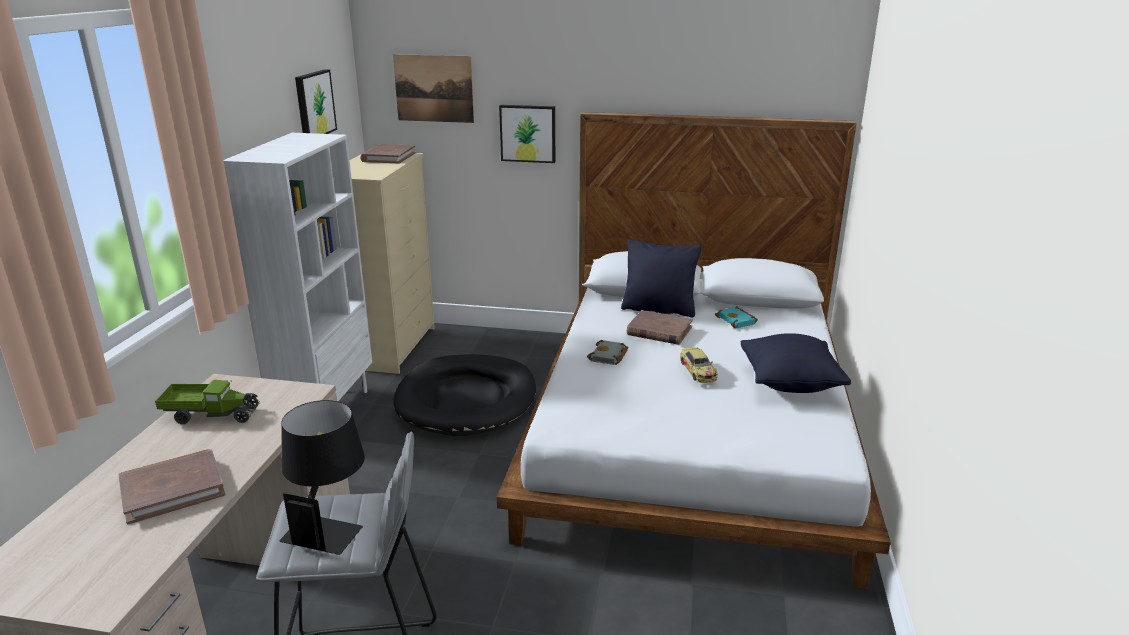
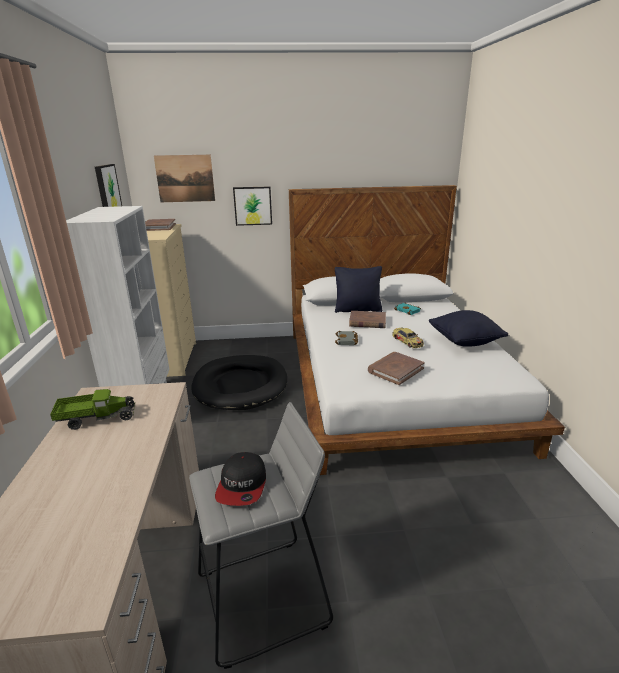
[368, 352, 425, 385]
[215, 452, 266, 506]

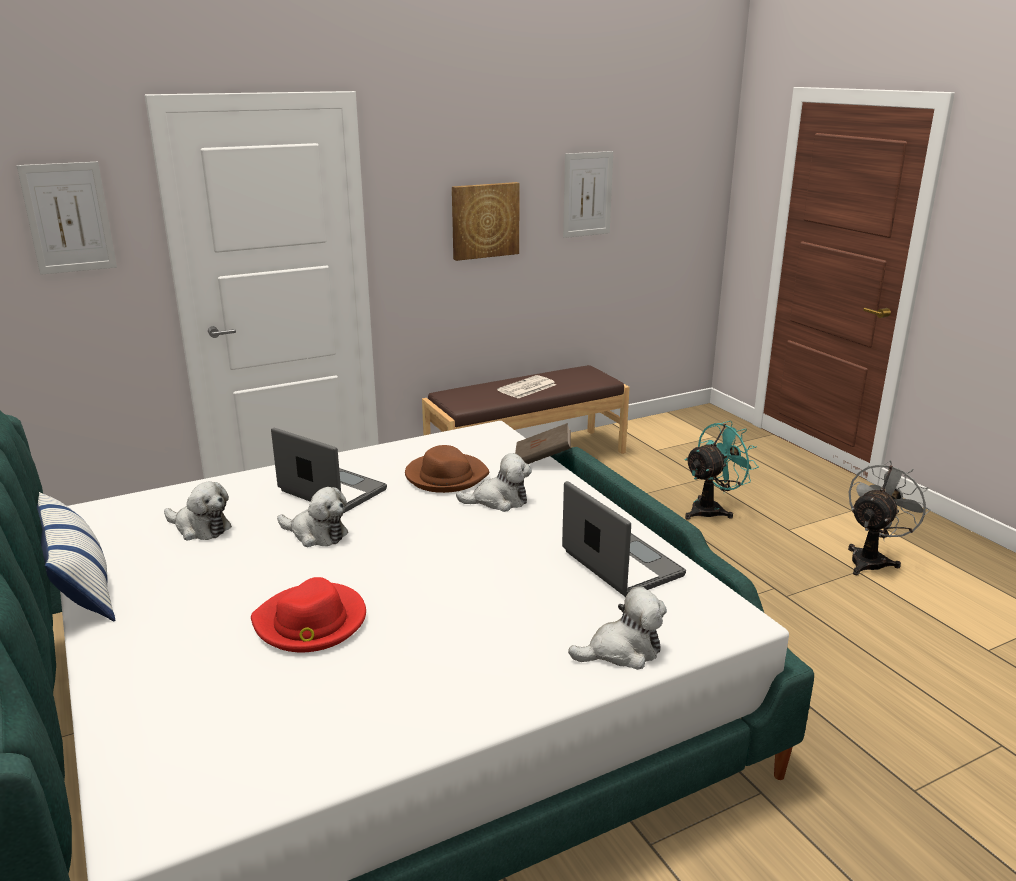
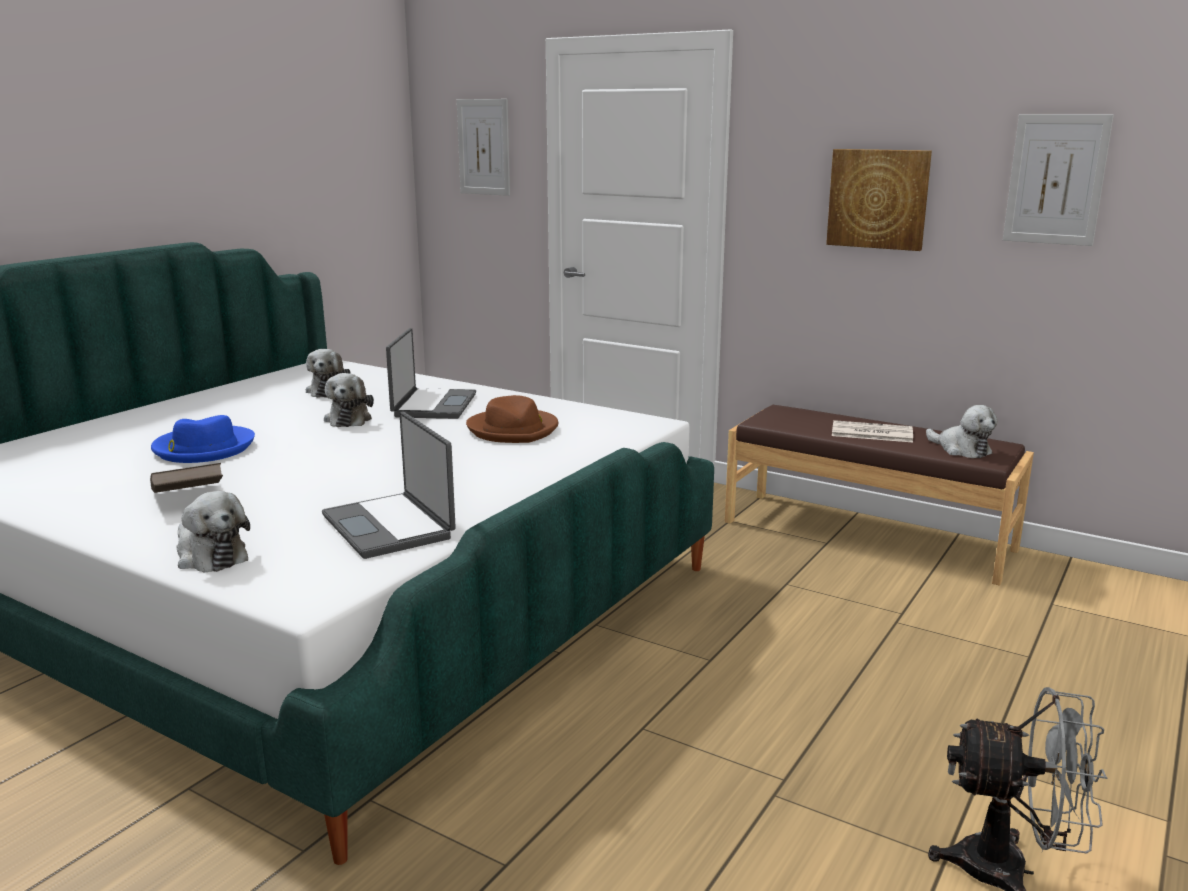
[37, 492, 115, 621] (first image)
[151, 415, 255, 463]
[926, 405, 998, 458]
[150, 463, 223, 493]
[322, 412, 456, 559]
[685, 421, 759, 520] (first image)

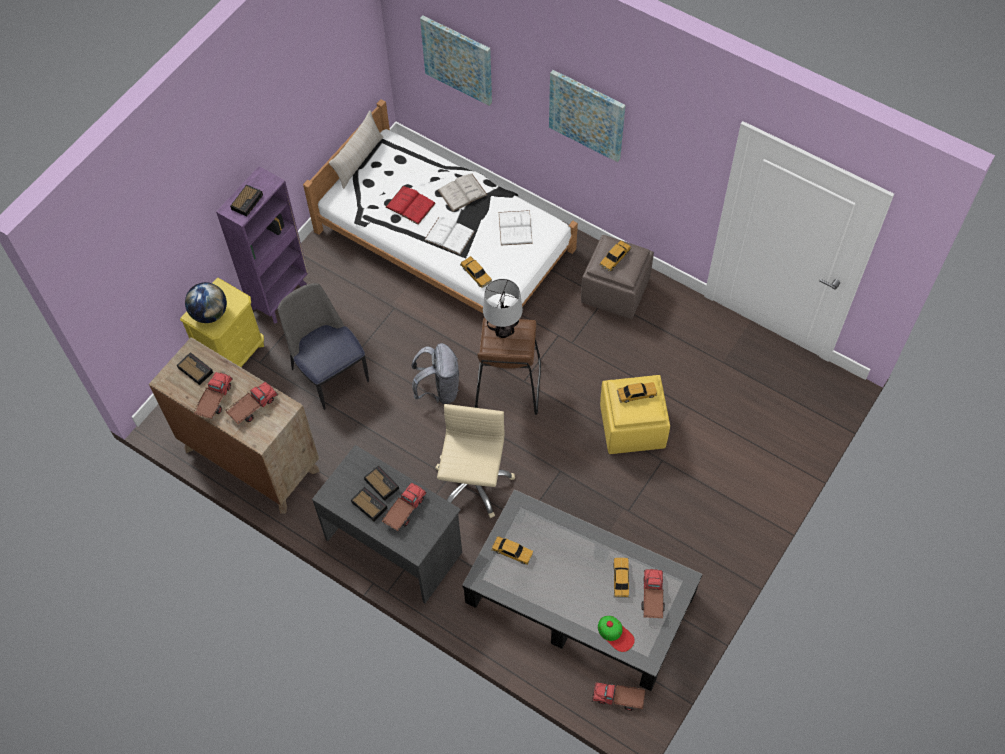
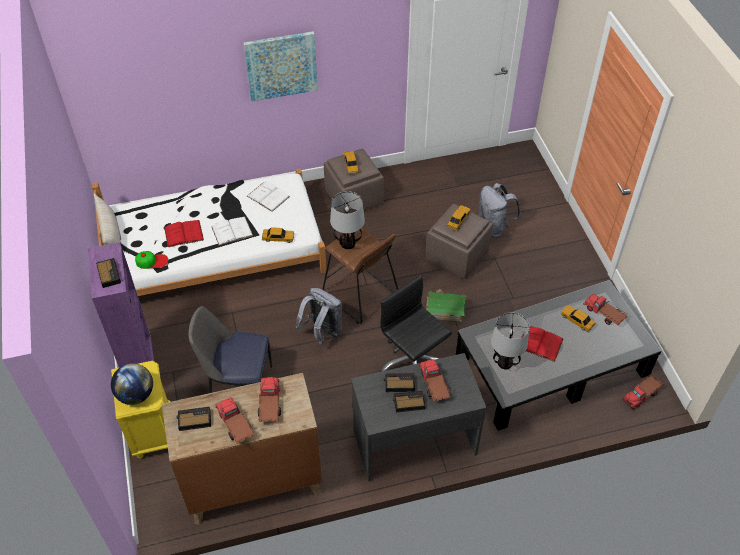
[420, 16, 492, 106] (first image)
[379, 275, 452, 372]
[438, 174, 487, 211] (first image)
[491, 312, 530, 369]
[135, 251, 168, 269]
[426, 204, 493, 279]
[426, 289, 467, 322]
[478, 183, 521, 237]
[521, 326, 563, 362]

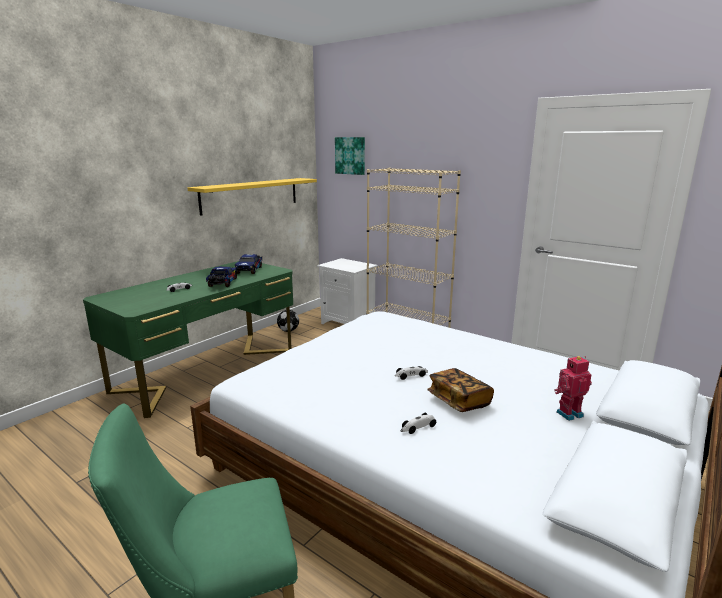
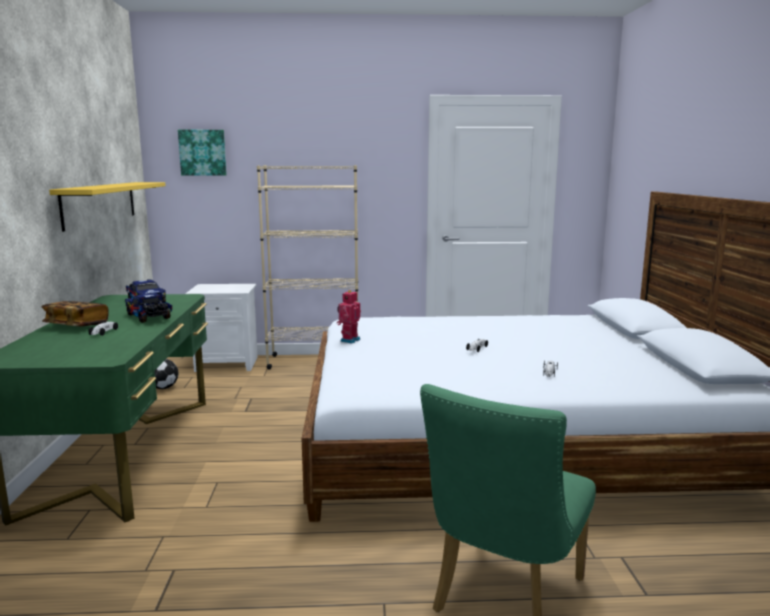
[42, 301, 109, 327]
[337, 290, 361, 343]

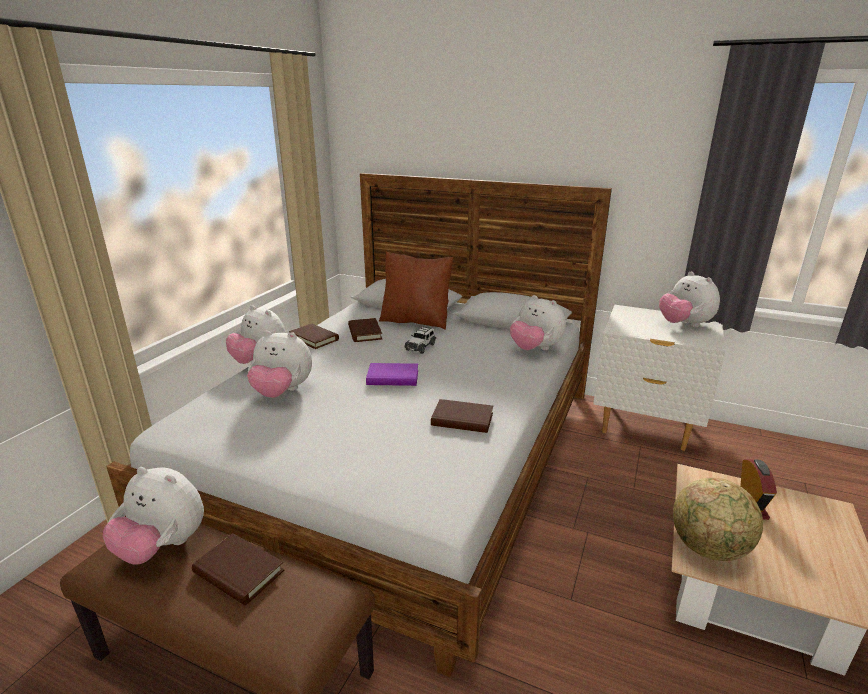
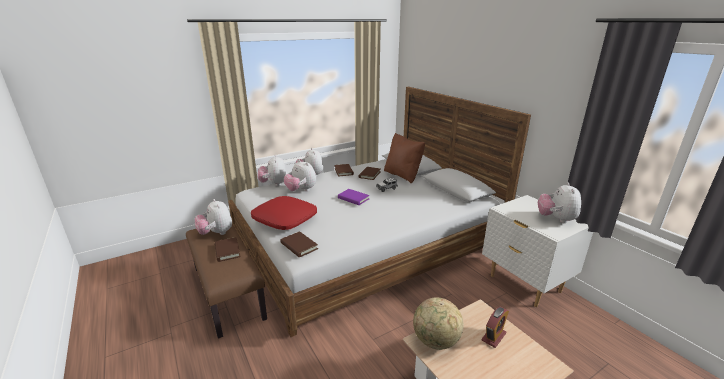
[280, 231, 318, 258]
[257, 155, 287, 186]
[251, 196, 317, 230]

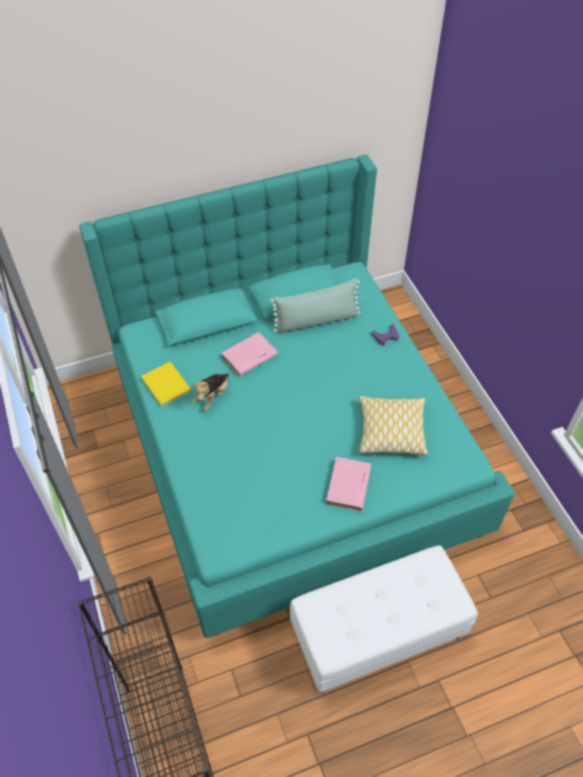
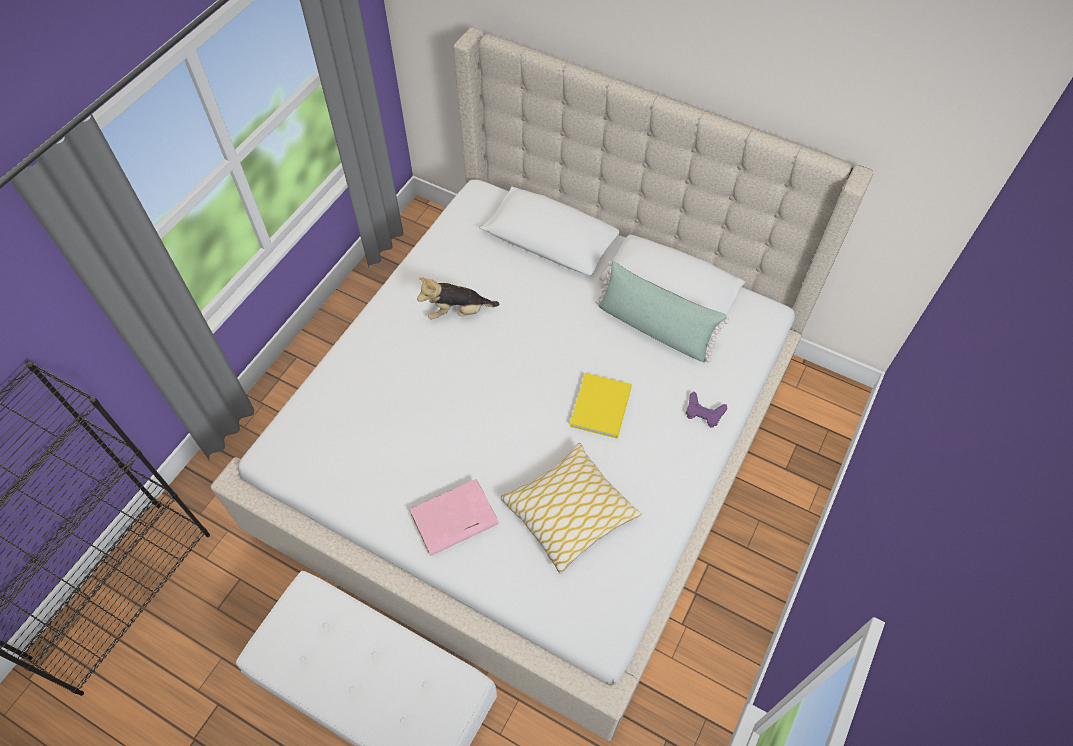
[211, 28, 873, 741]
[570, 373, 632, 438]
[222, 332, 278, 376] (first image)

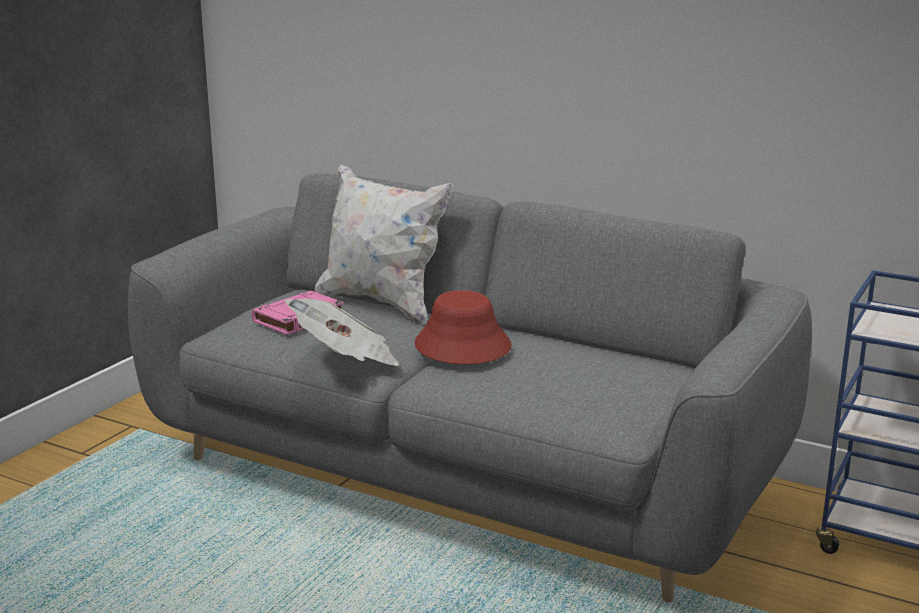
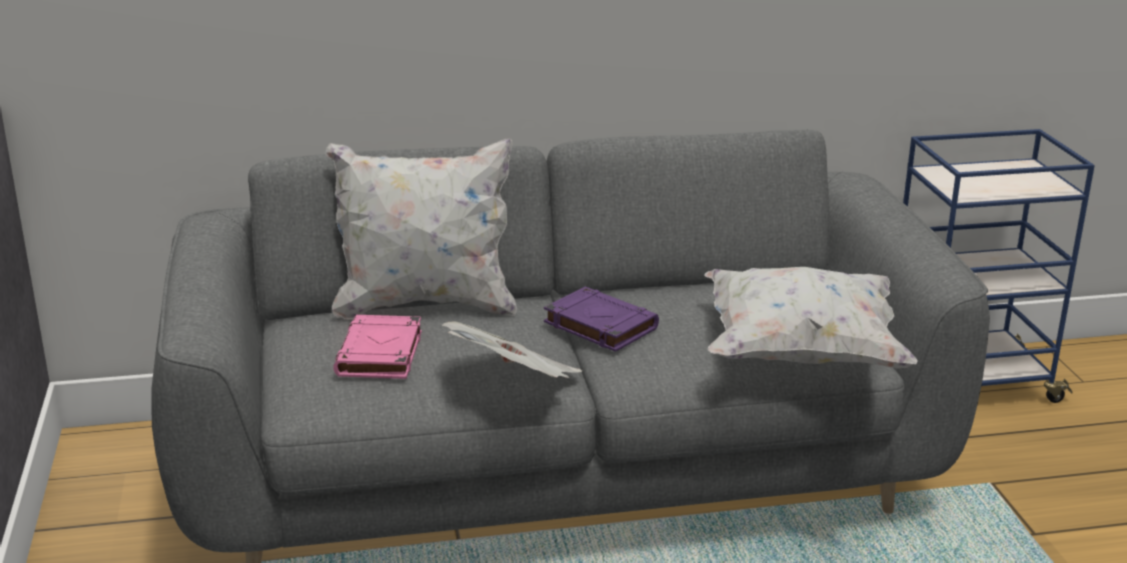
[544, 287, 659, 352]
[704, 267, 917, 369]

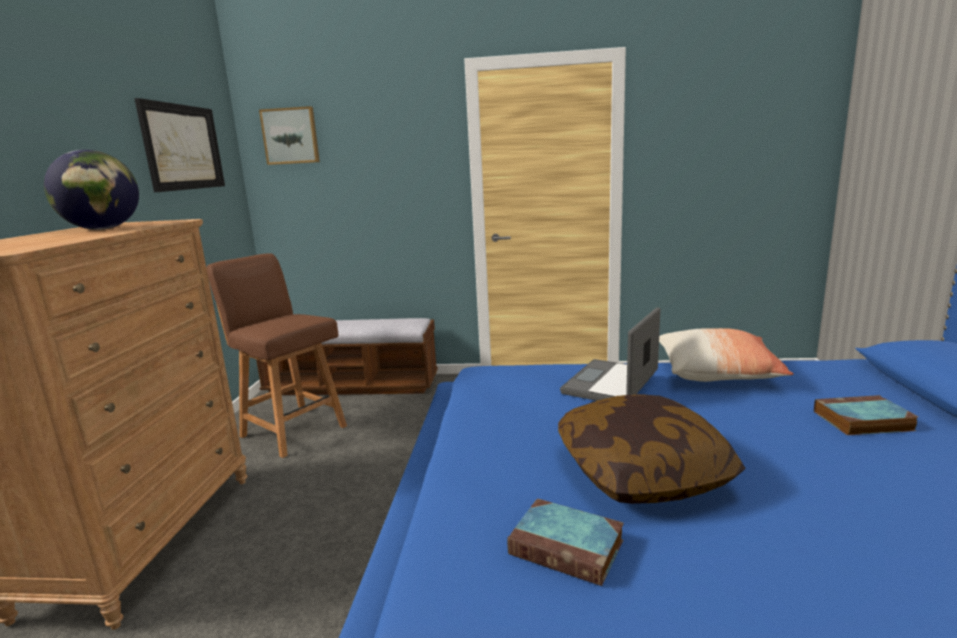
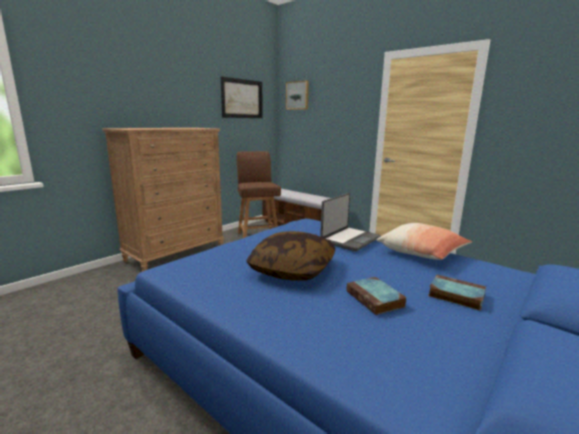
[44, 150, 139, 230] (first image)
[346, 277, 407, 315]
[320, 193, 380, 252]

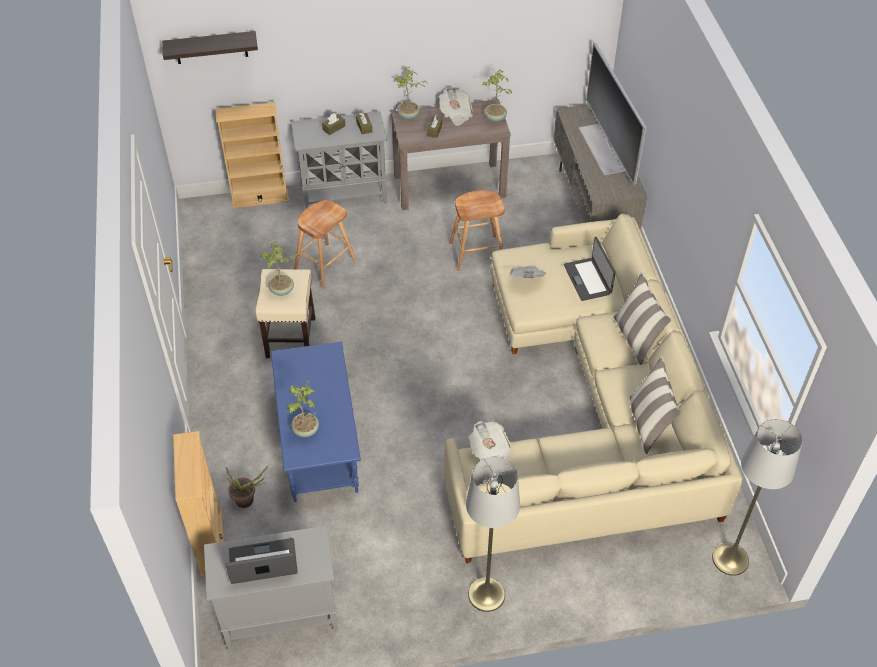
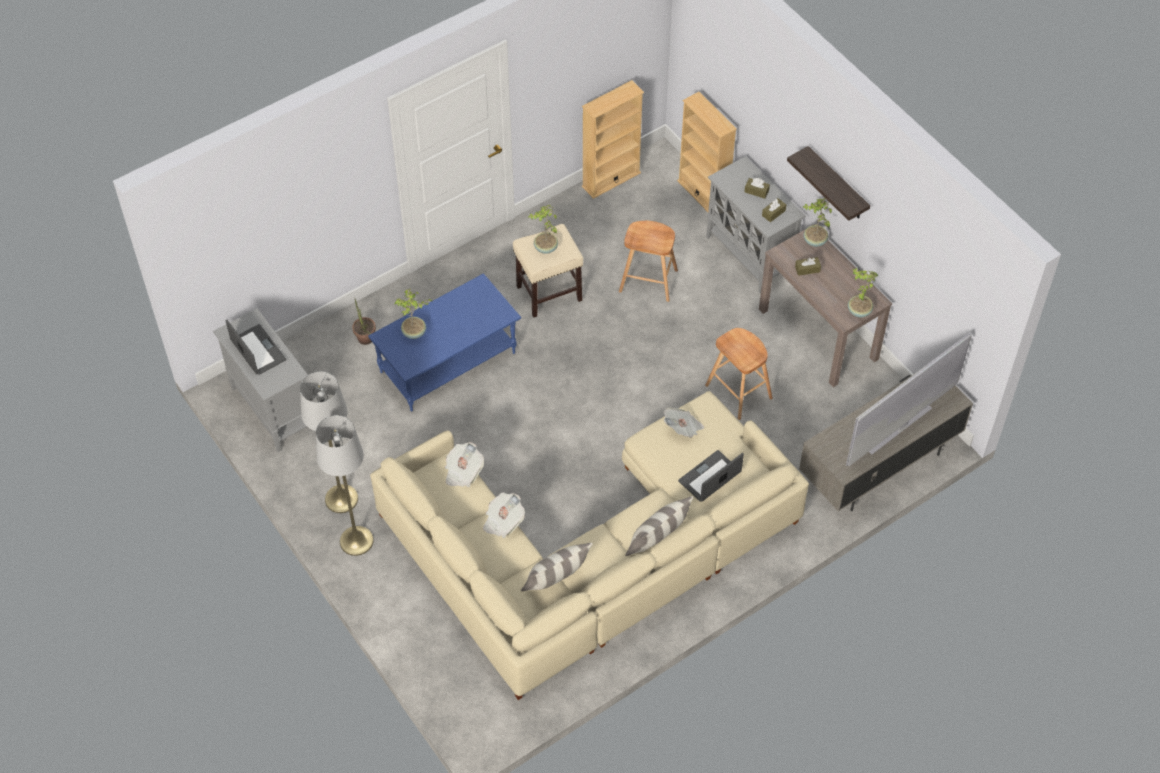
[787, 146, 870, 221]
[582, 80, 644, 199]
[483, 493, 525, 538]
[300, 371, 358, 513]

